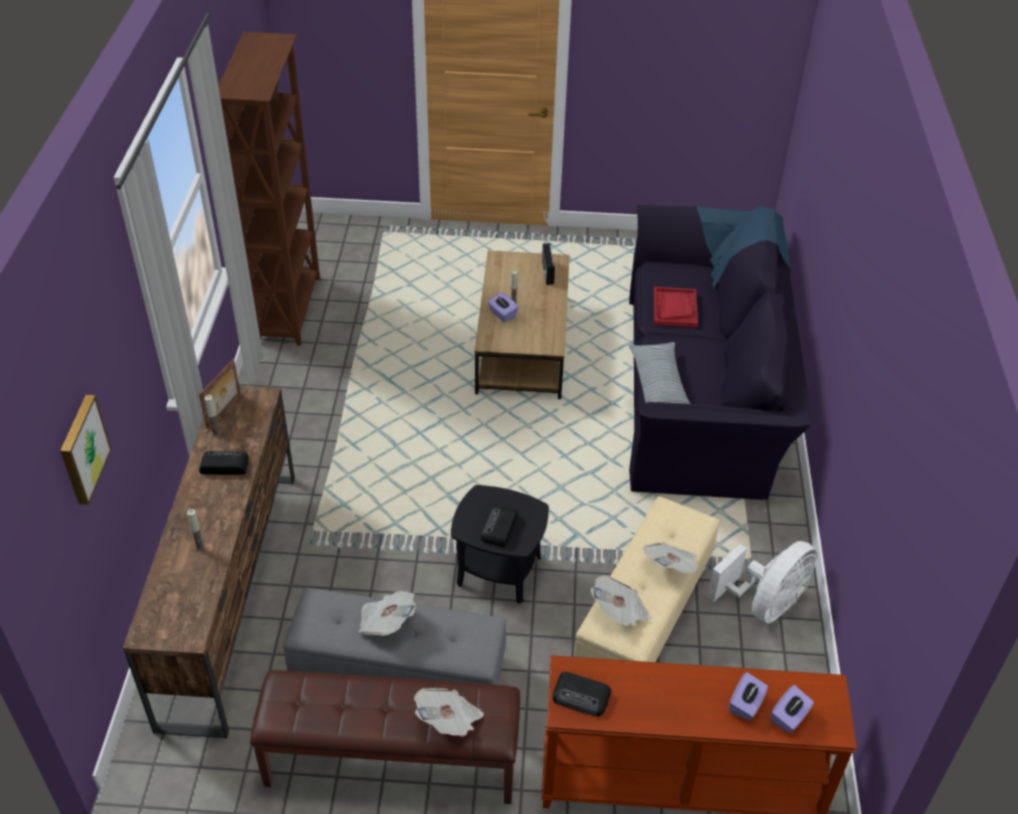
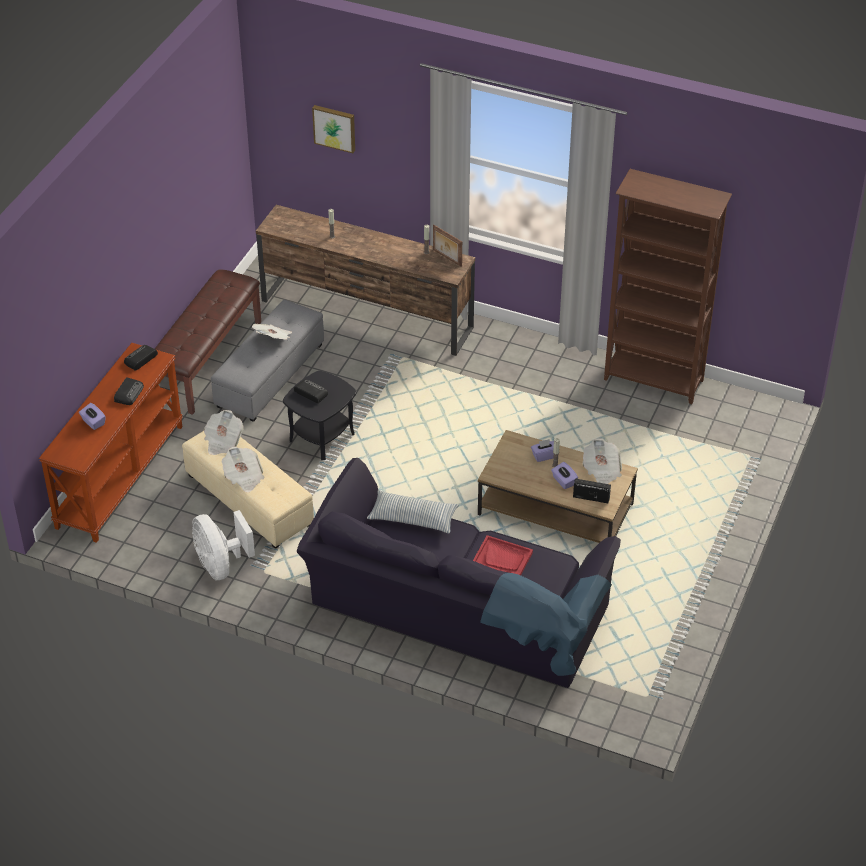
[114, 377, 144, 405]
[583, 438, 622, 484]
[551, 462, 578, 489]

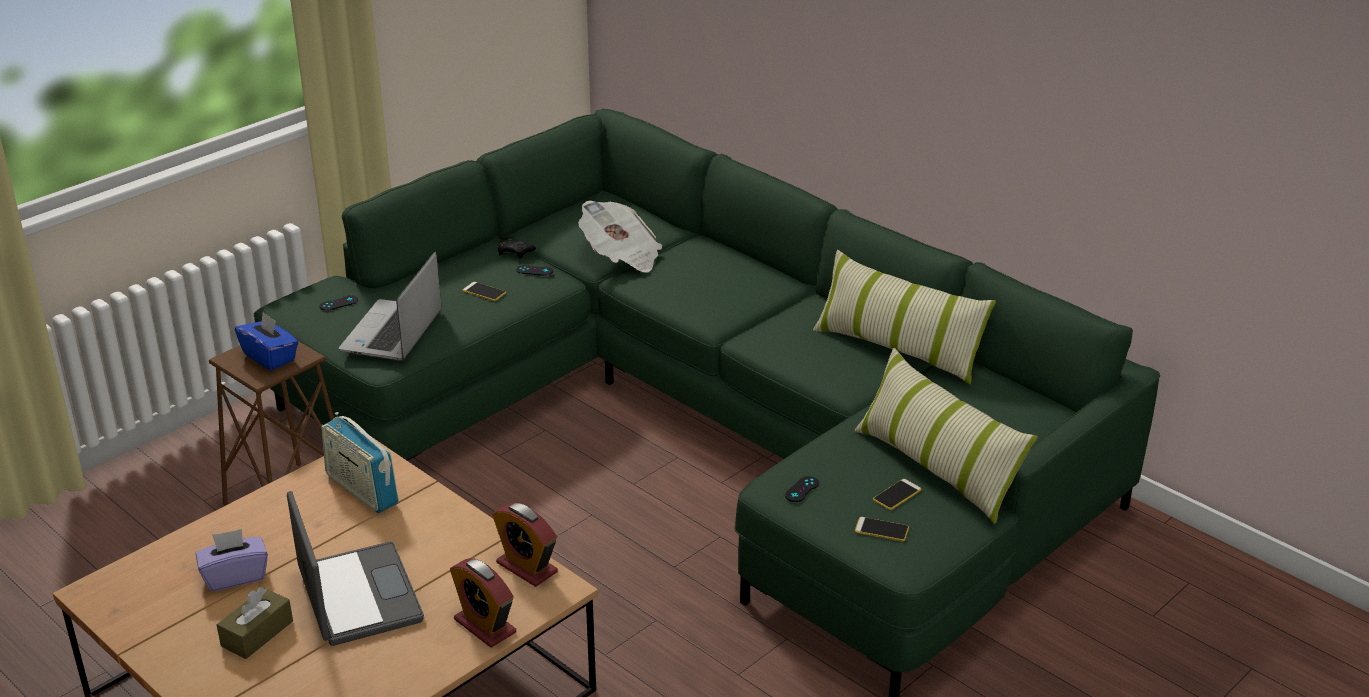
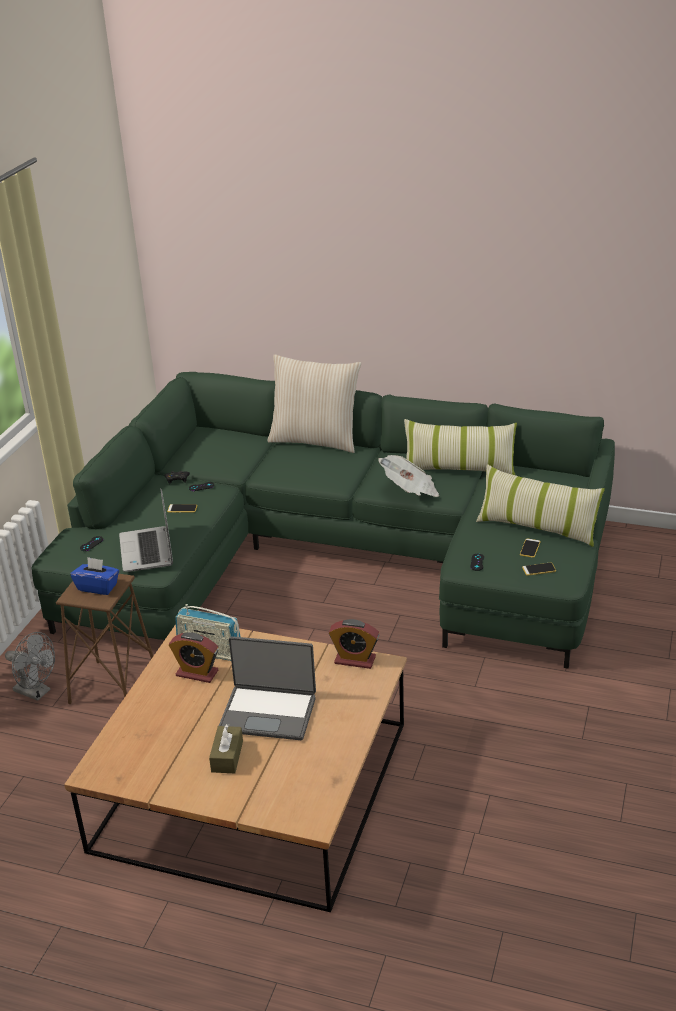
[196, 529, 268, 591] (first image)
[219, 636, 316, 740]
[169, 632, 219, 683]
[378, 455, 440, 497]
[5, 632, 55, 701]
[267, 354, 361, 453]

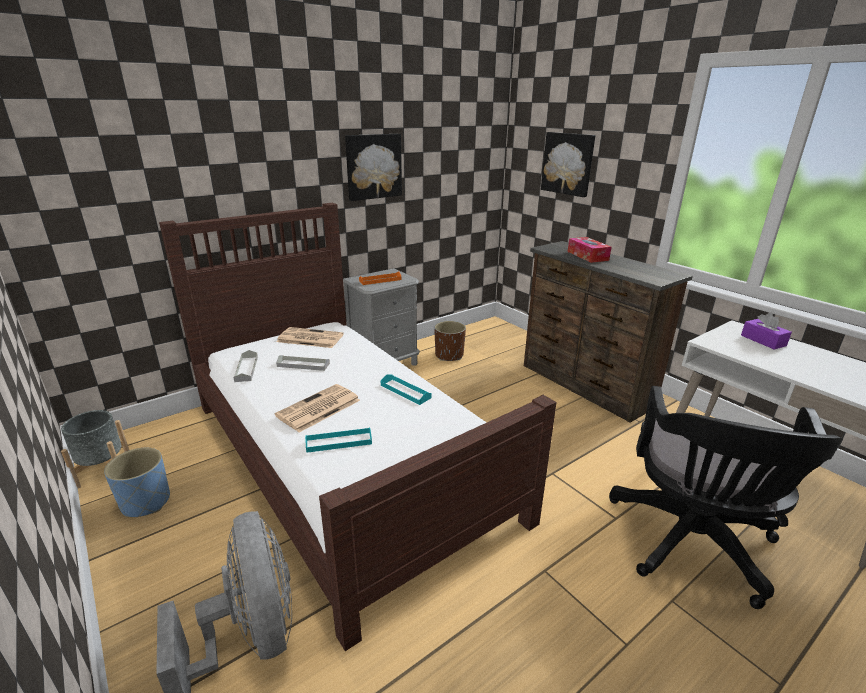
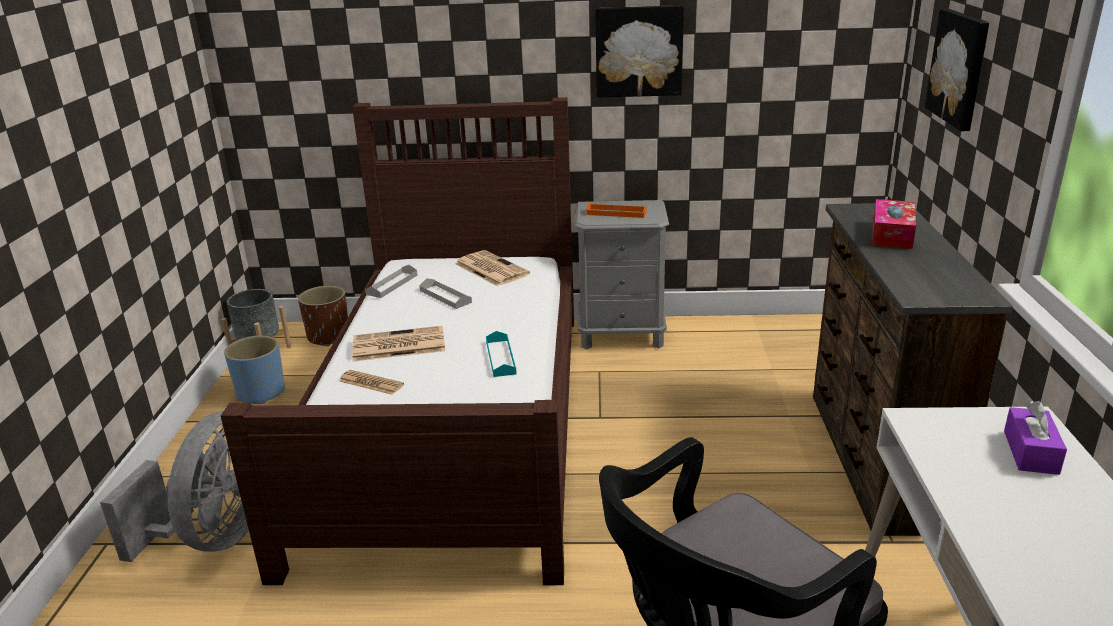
[339, 370, 404, 395]
[298, 286, 348, 346]

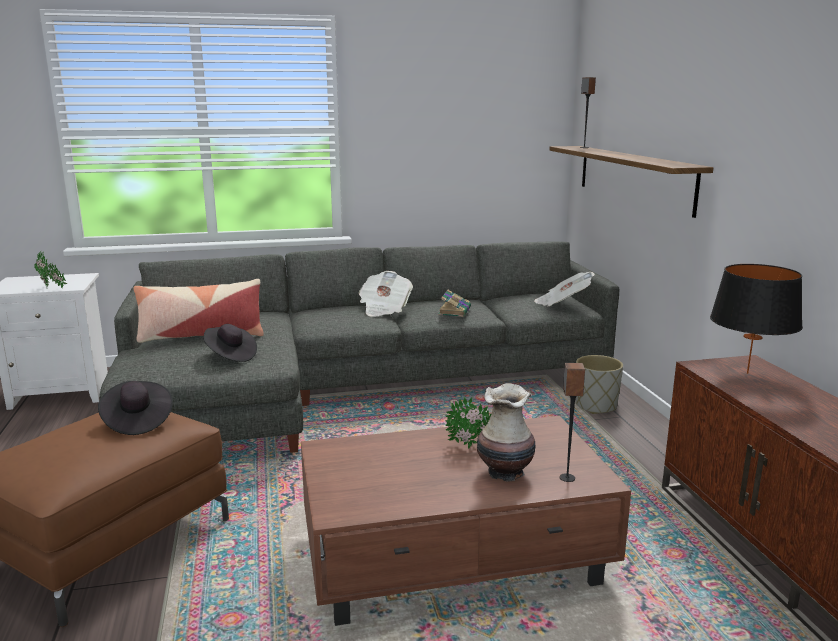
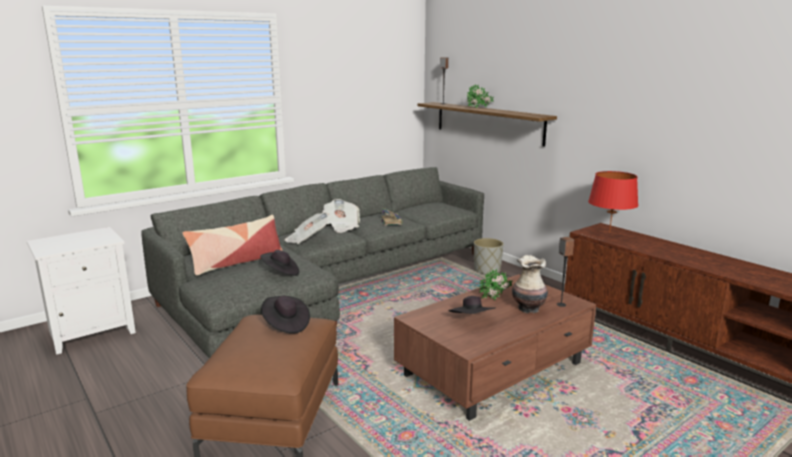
[467, 84, 494, 109]
[285, 212, 329, 244]
[588, 171, 638, 233]
[448, 296, 496, 314]

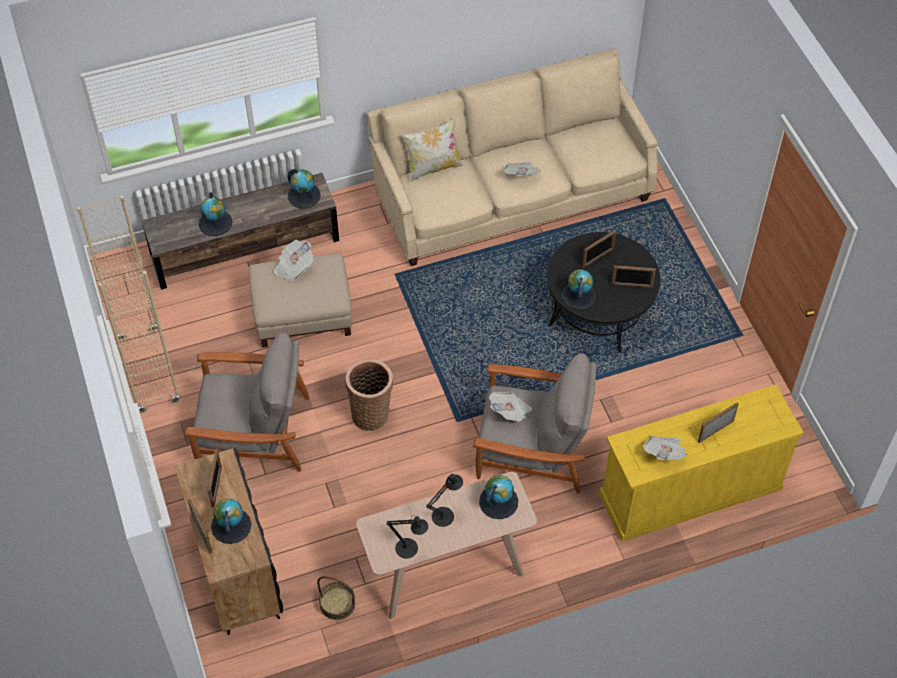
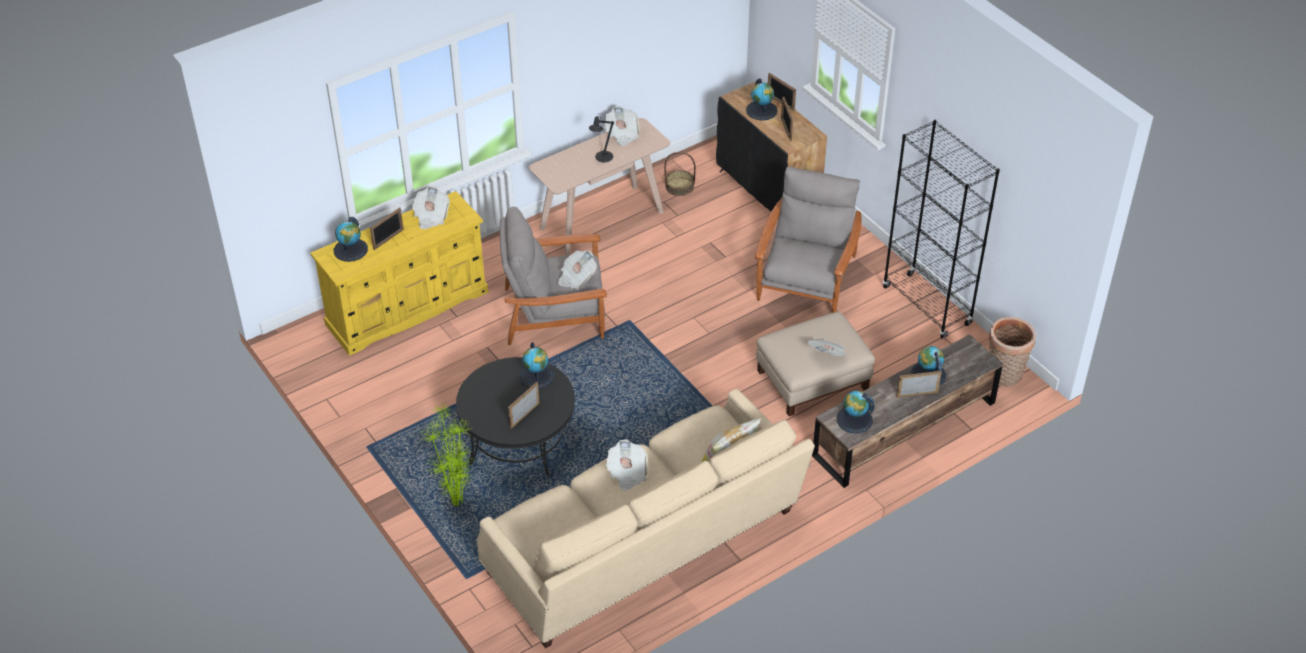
[883, 120, 1000, 339]
[755, 167, 862, 313]
[989, 317, 1036, 387]
[605, 106, 639, 147]
[334, 217, 368, 262]
[897, 371, 942, 398]
[419, 404, 475, 506]

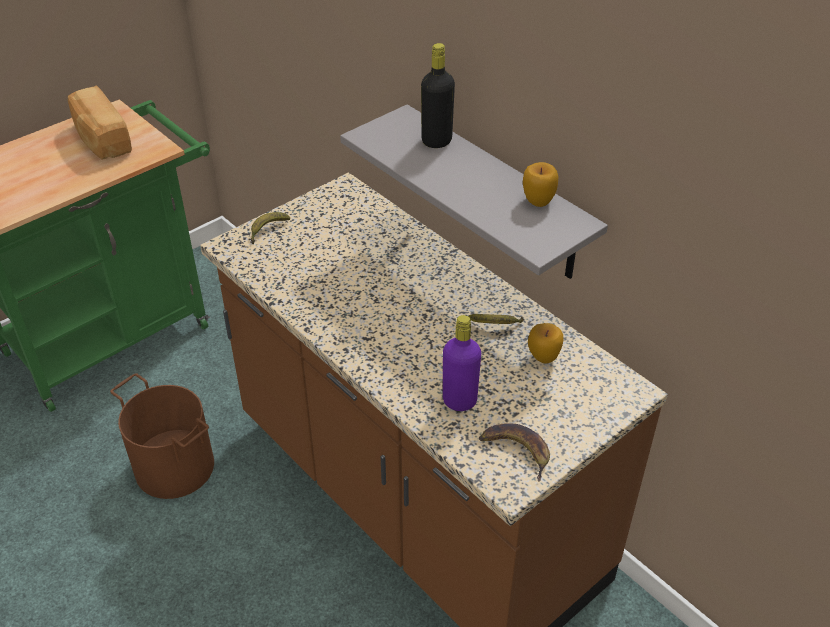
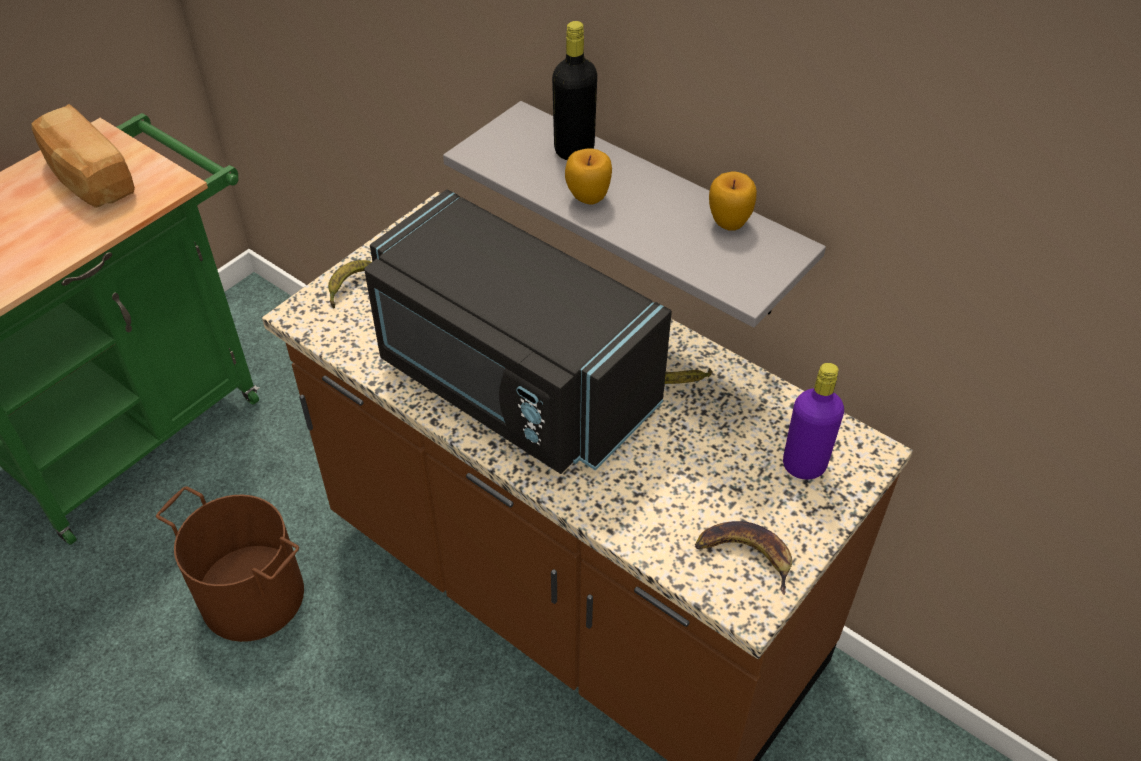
[783, 363, 844, 480]
[565, 148, 612, 205]
[364, 189, 672, 474]

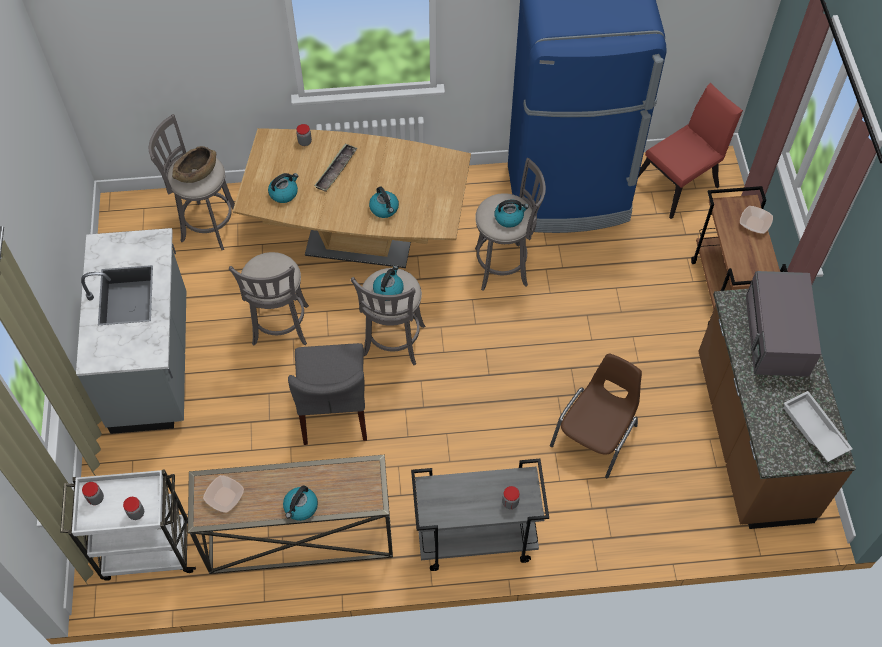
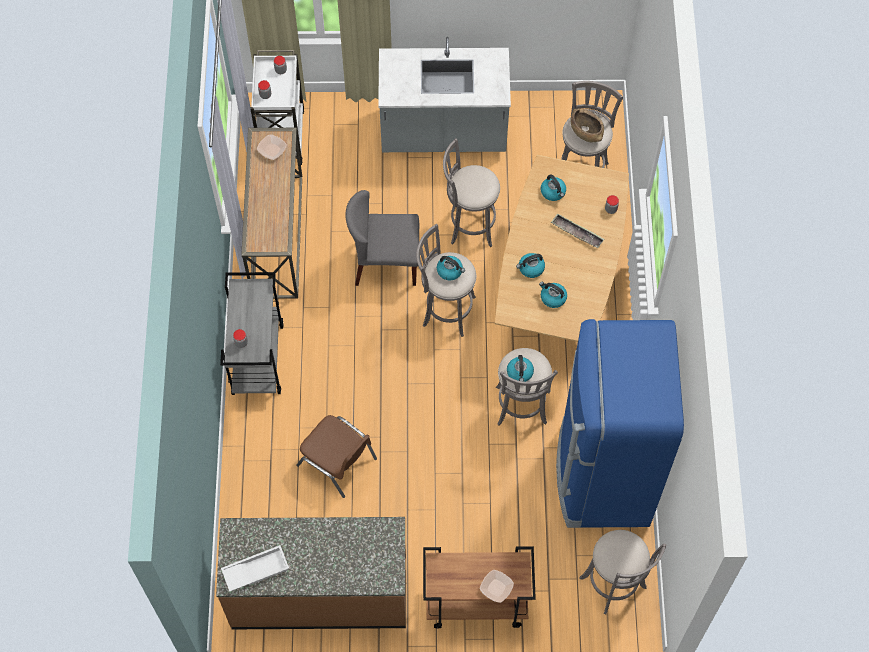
[539, 282, 567, 308]
[579, 530, 666, 614]
[746, 271, 821, 377] (first image)

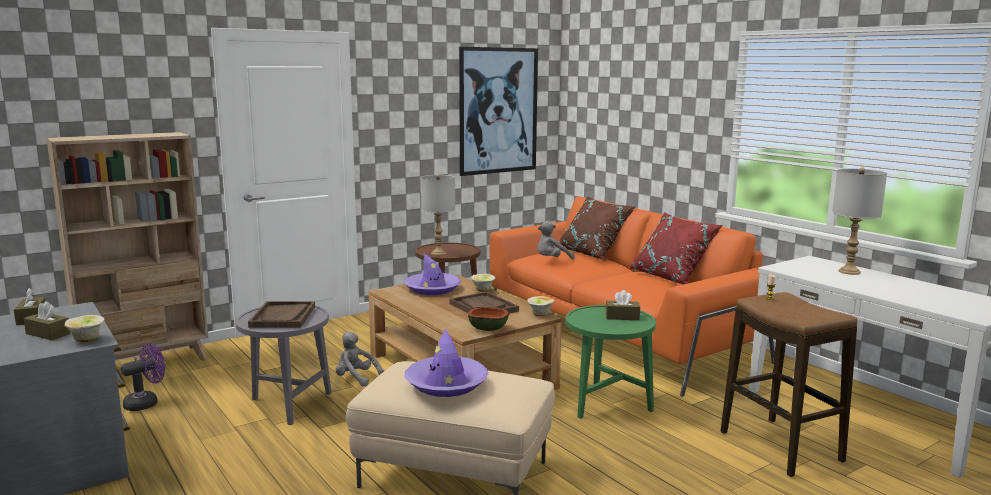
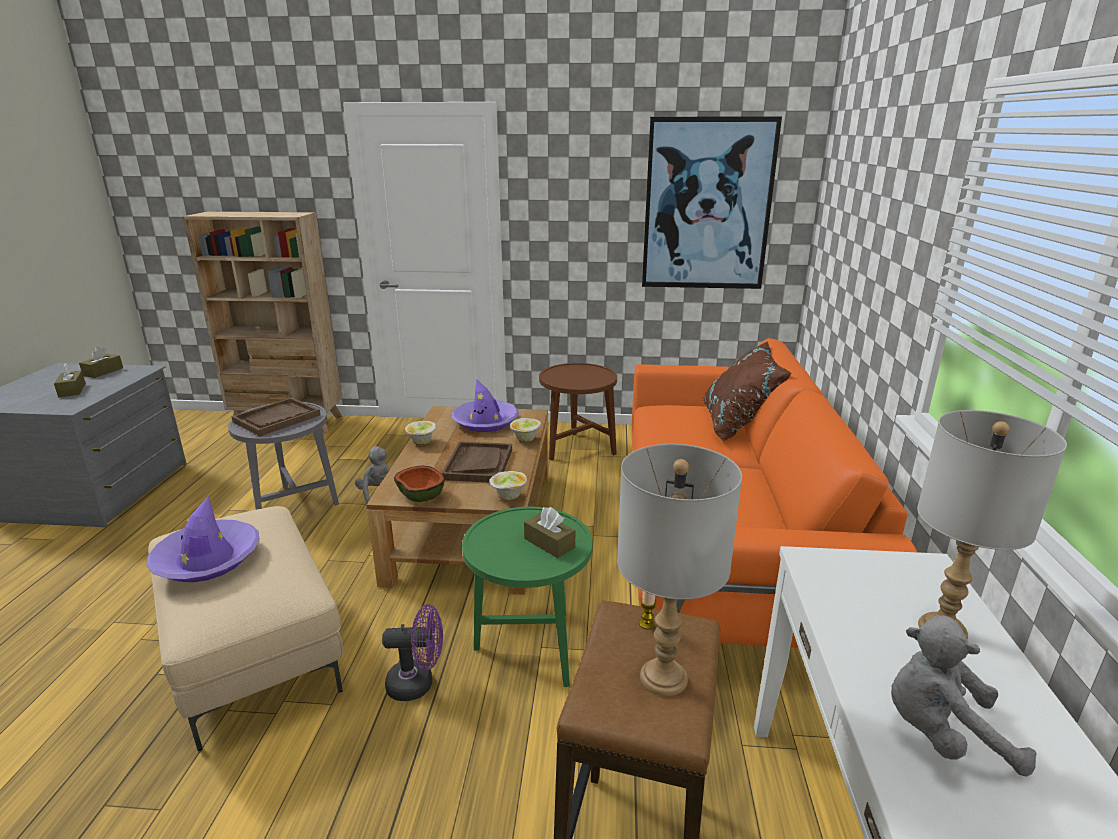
[405, 421, 436, 446]
[382, 604, 443, 701]
[617, 444, 742, 696]
[891, 615, 1036, 777]
[629, 212, 723, 285] (first image)

